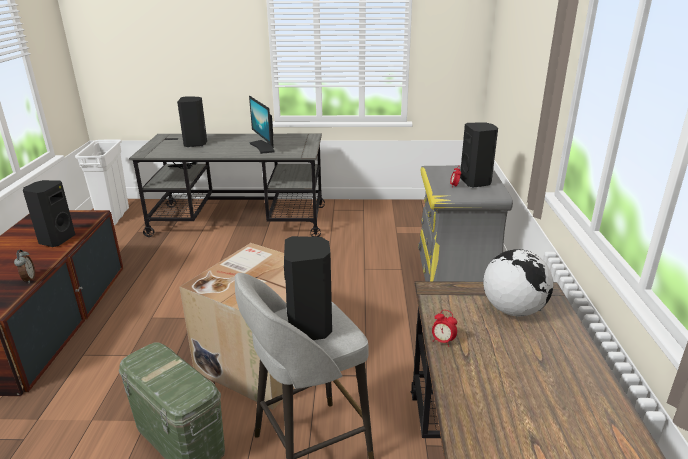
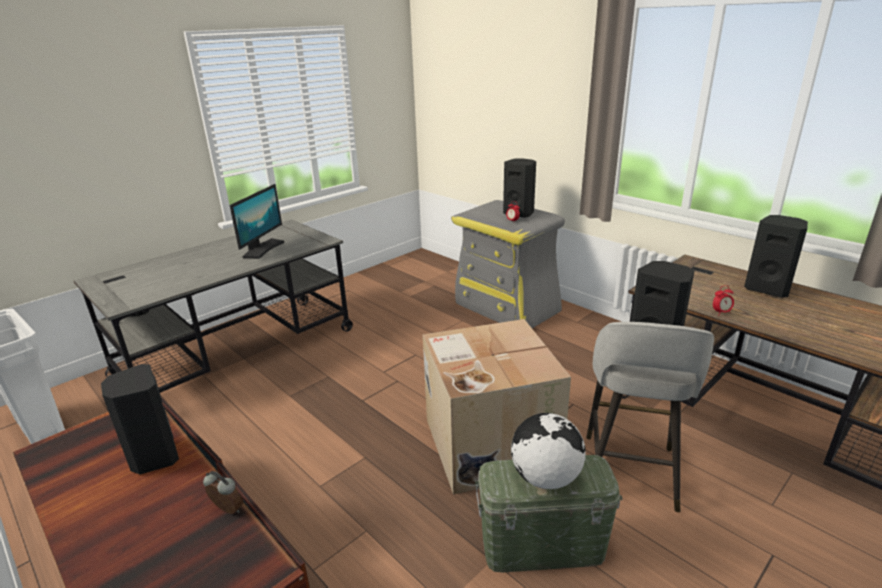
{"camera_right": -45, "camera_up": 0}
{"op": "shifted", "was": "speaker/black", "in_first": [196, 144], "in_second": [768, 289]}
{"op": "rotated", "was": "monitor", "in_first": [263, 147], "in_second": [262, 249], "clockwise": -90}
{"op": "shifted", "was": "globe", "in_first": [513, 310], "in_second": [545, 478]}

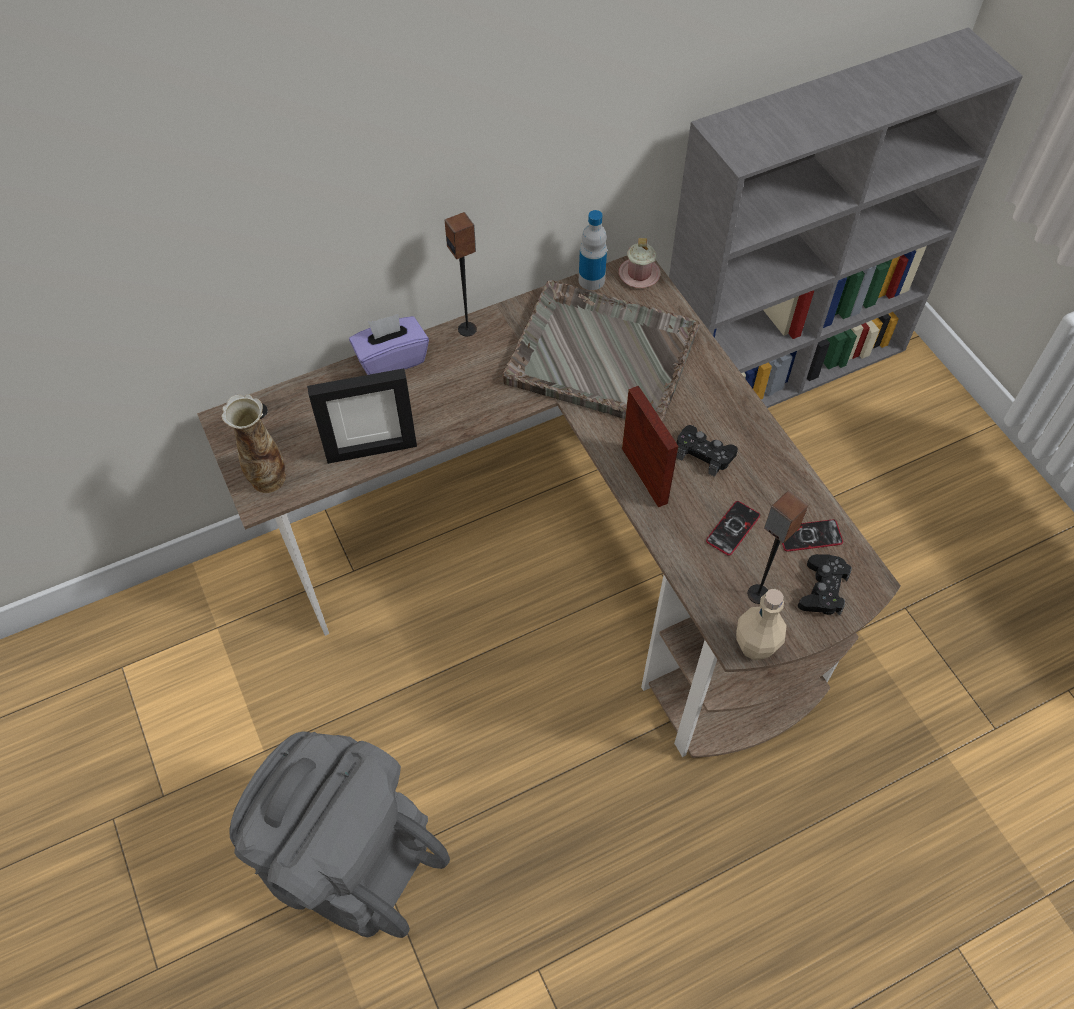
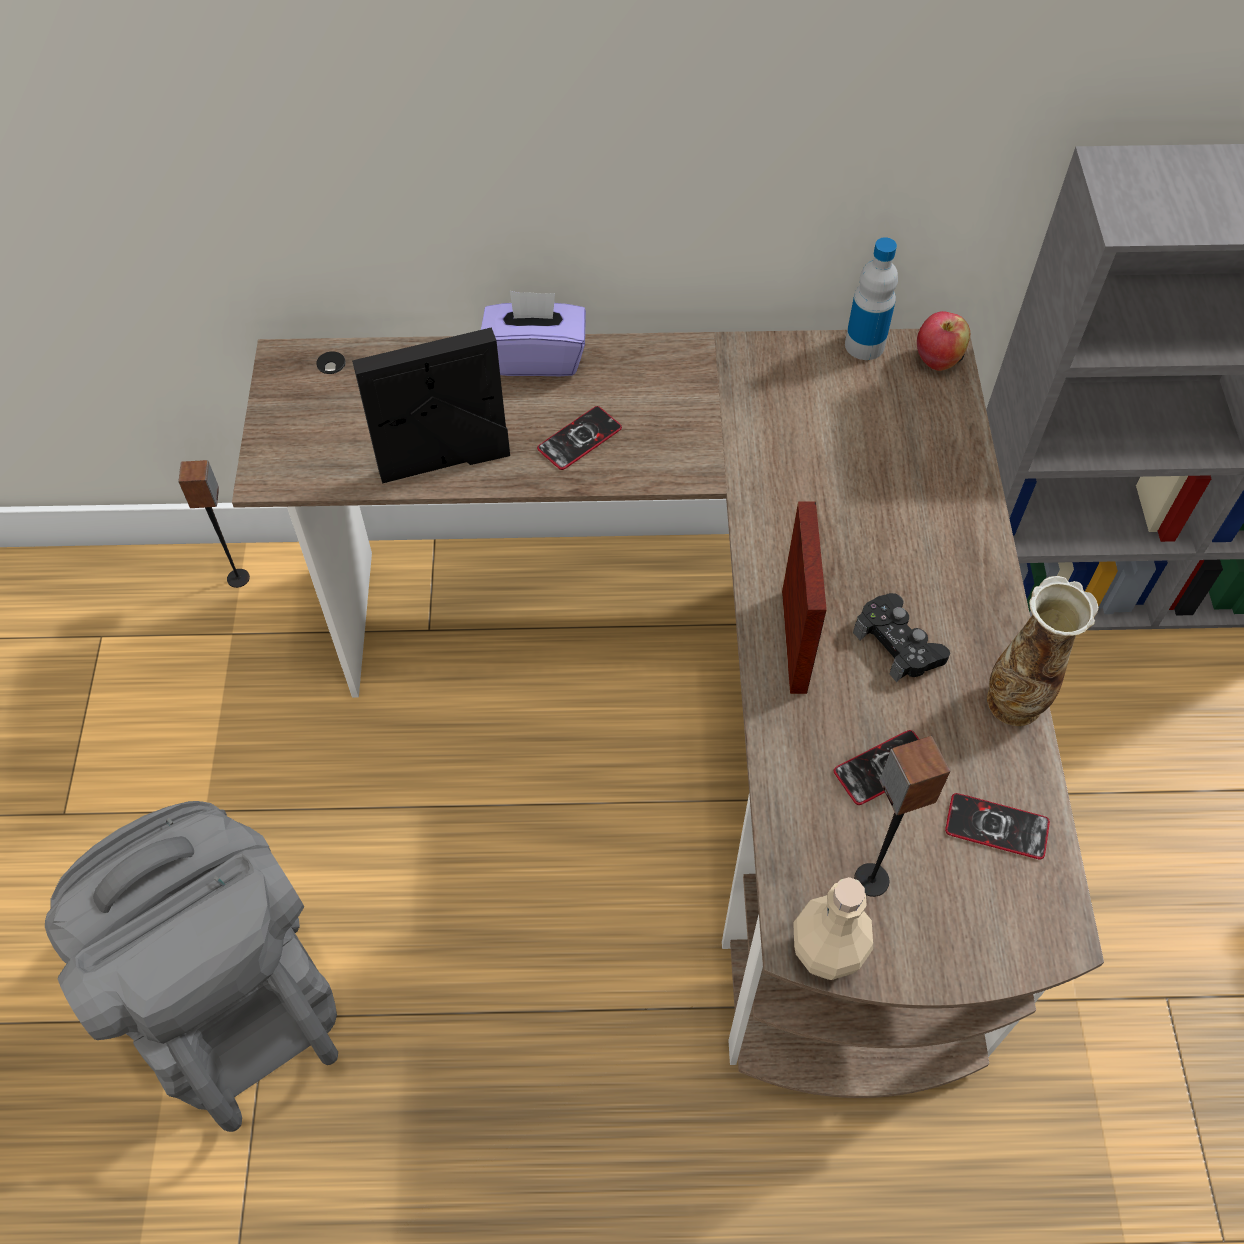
{"camera_right": 25, "camera_up": 0}
{"op": "shifted", "was": "vase", "in_first": [268, 479], "in_second": [1013, 703]}
{"op": "rotated", "was": "picture frame", "in_first": [371, 448], "in_second": [444, 463], "clockwise": 150}
{"op": "shifted", "was": "speaker", "in_first": [467, 329], "in_second": [238, 578]}
{"op": "gone", "was": "tray/grey", "in_first": [600, 355]}
{"op": "swapped", "was": "mug/pink", "now": "apple", "in_first": [639, 274], "in_second": [937, 359]}
{"op": "gone", "was": "game controller/black", "in_first": [823, 589]}
{"op": "new", "now": "phone", "in_second": [579, 439]}

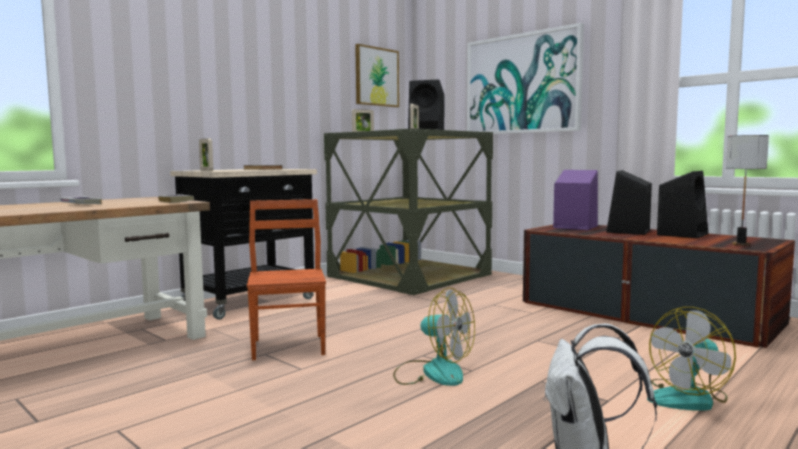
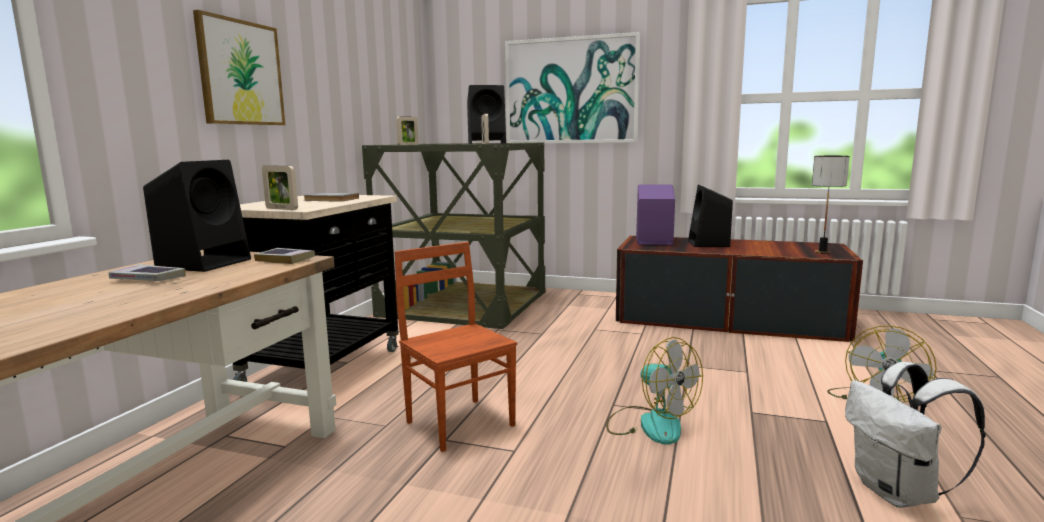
{"camera_right": -25, "camera_up": 5}
{"op": "shifted", "was": "picture", "in_first": [376, 77], "in_second": [240, 73]}
{"op": "rotated", "was": "fan", "in_first": [433, 372], "in_second": [650, 424], "clockwise": 45}
{"op": "shifted", "was": "speaker/black", "in_first": [682, 234], "in_second": [205, 263]}

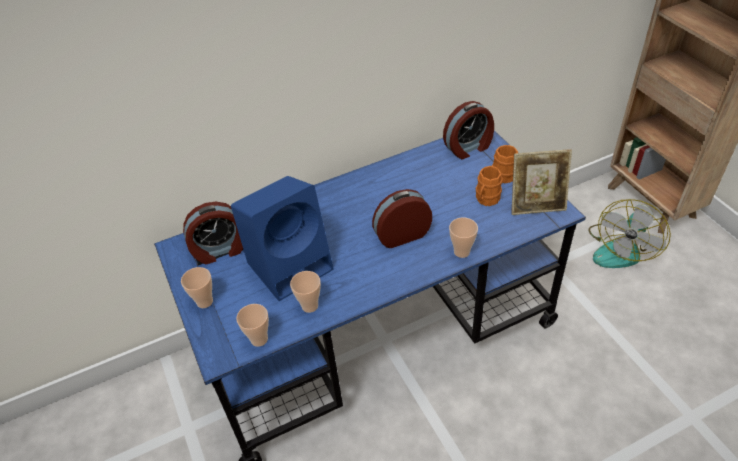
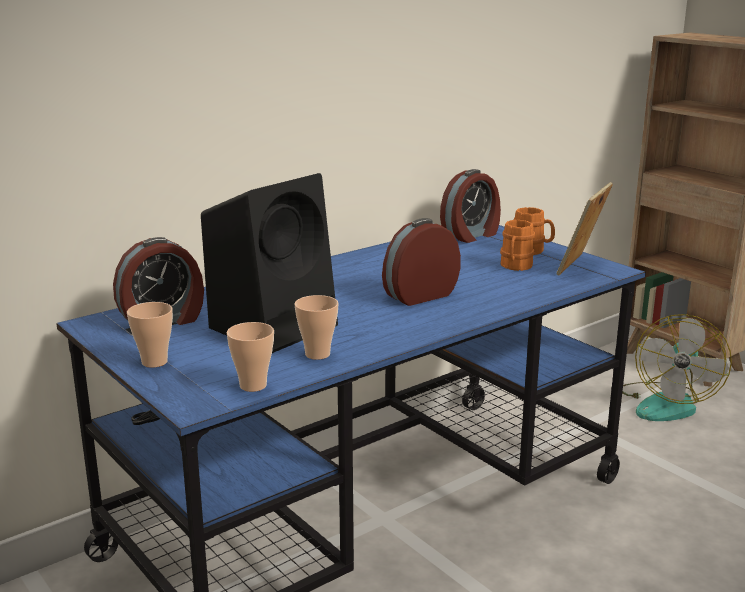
{"camera_right": -15, "camera_up": -25}
{"op": "repainted", "was": "speaker/blue", "now": "speaker/black", "in_first": [291, 264], "in_second": [275, 325]}
{"op": "gone", "was": "cup", "in_first": [461, 252]}
{"op": "rotated", "was": "picture frame", "in_first": [536, 205], "in_second": [581, 267], "clockwise": 135}

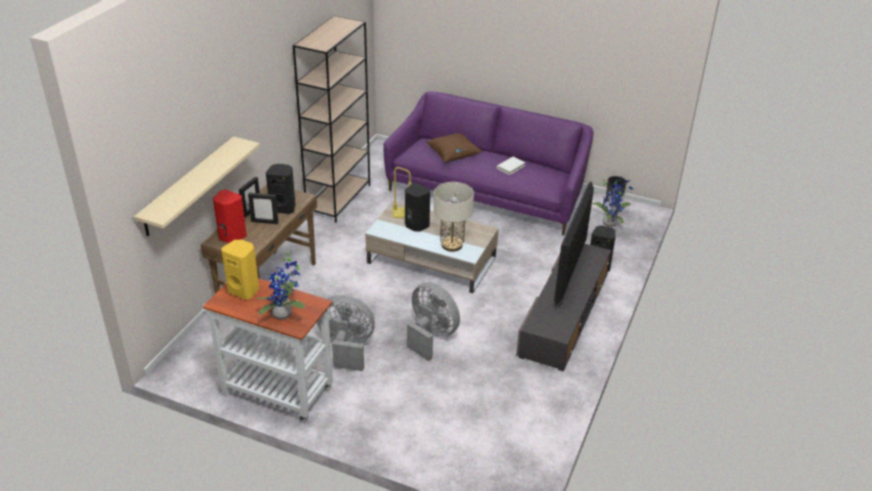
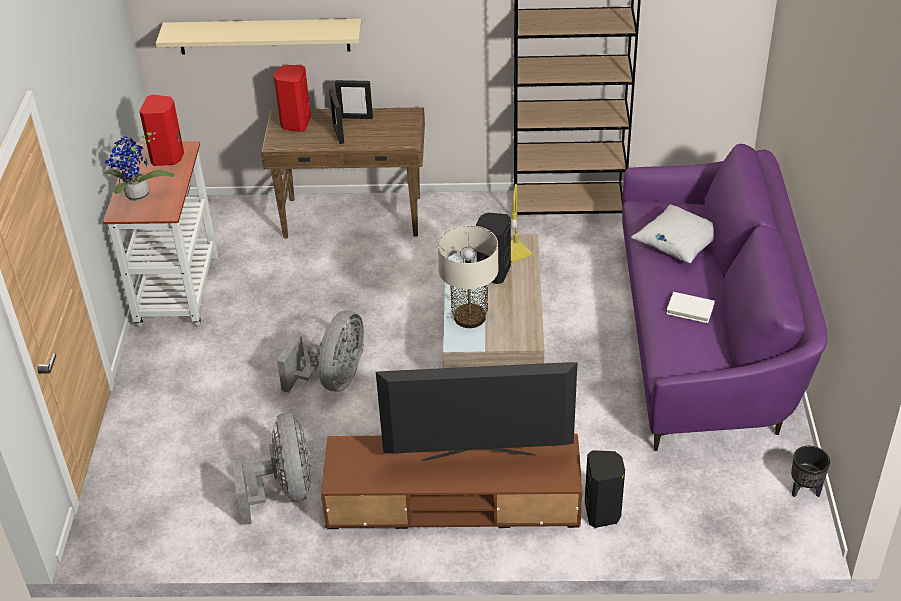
{"camera_right": 70, "camera_up": 5}
{"op": "repainted", "was": "speaker/yellow", "now": "speaker/red", "in_first": [244, 290], "in_second": [168, 157]}
{"op": "gone", "was": "speaker/black", "in_first": [283, 208]}
{"op": "shifted", "was": "fan/grey", "in_first": [346, 348], "in_second": [285, 490]}
{"op": "repainted", "was": "pillow/brown", "now": "pillow/grey", "in_first": [453, 154], "in_second": [678, 243]}
{"op": "repainted", "was": "tv stand/grey", "now": "tv stand/brown", "in_first": [563, 314], "in_second": [453, 499]}
{"op": "gone", "was": "potted plant", "in_first": [610, 222]}

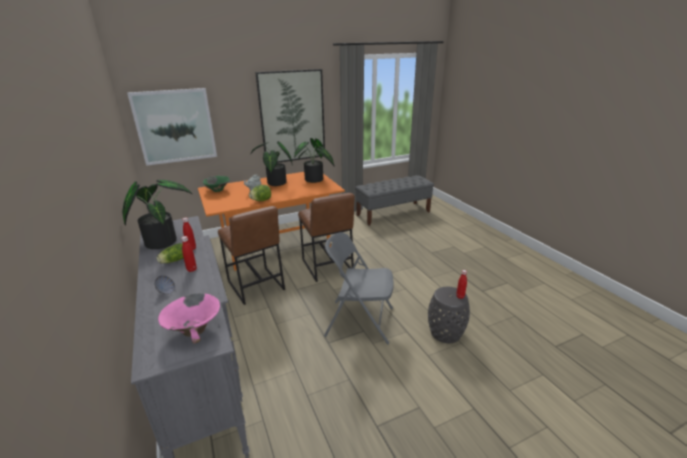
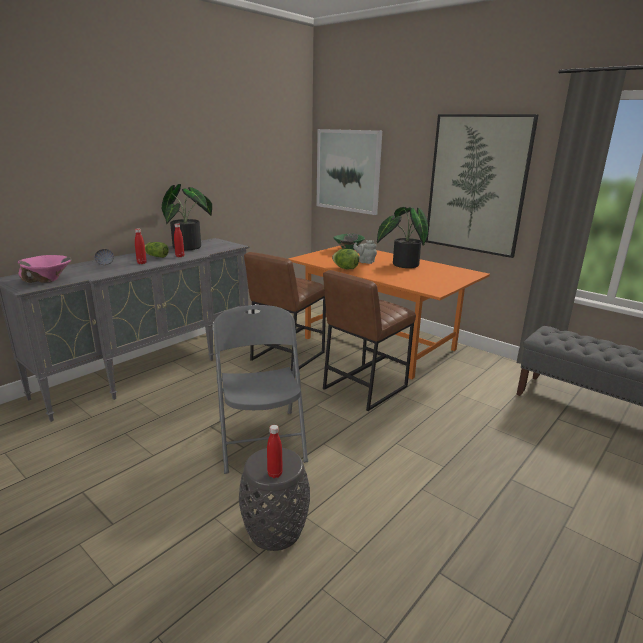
{"camera_right": 65, "camera_up": -5}
{"op": "gone", "was": "potted plant", "in_first": [315, 180]}

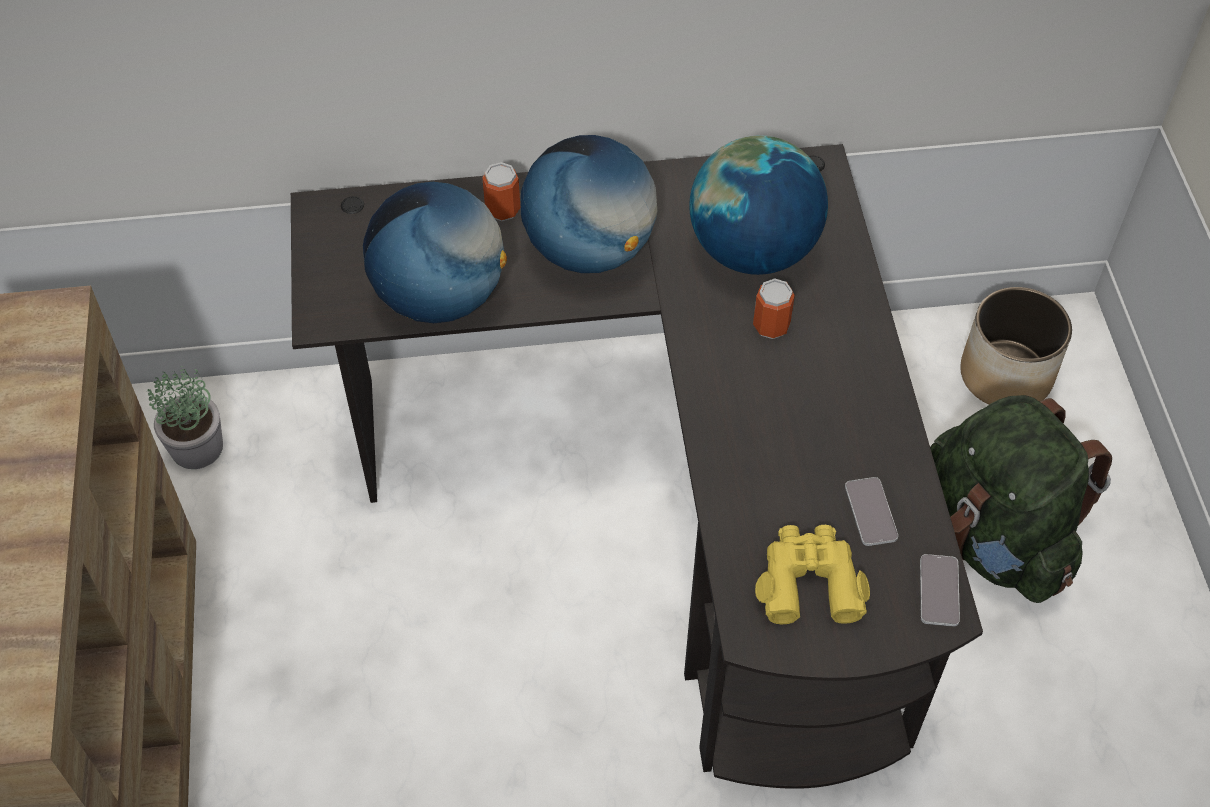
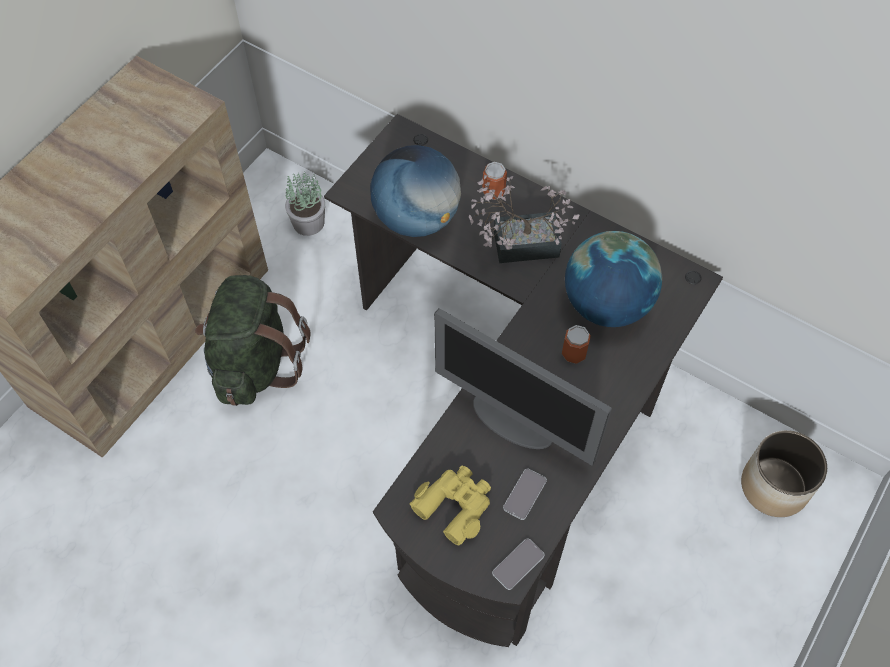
{"camera_right": 40, "camera_up": 5}
{"op": "swapped", "was": "globe", "now": "potted plant", "in_first": [589, 250], "in_second": [517, 244]}
{"op": "shifted", "was": "backpack/green", "in_first": [994, 538], "in_second": [255, 363]}
{"op": "new", "now": "monitor", "in_second": [513, 421]}

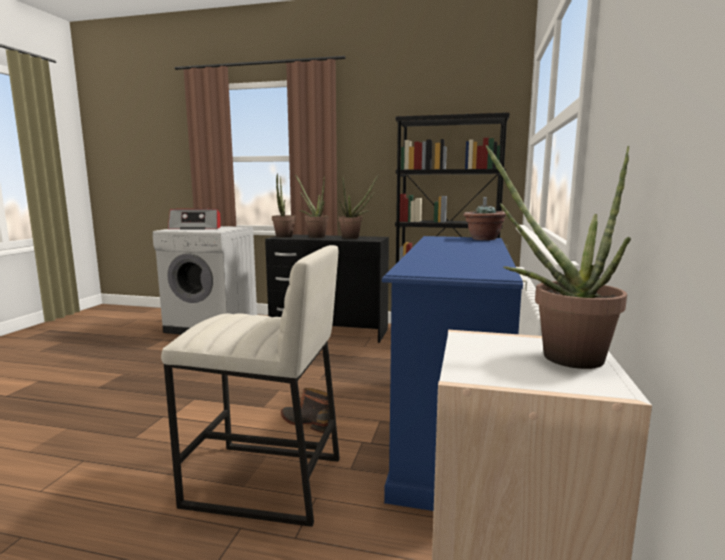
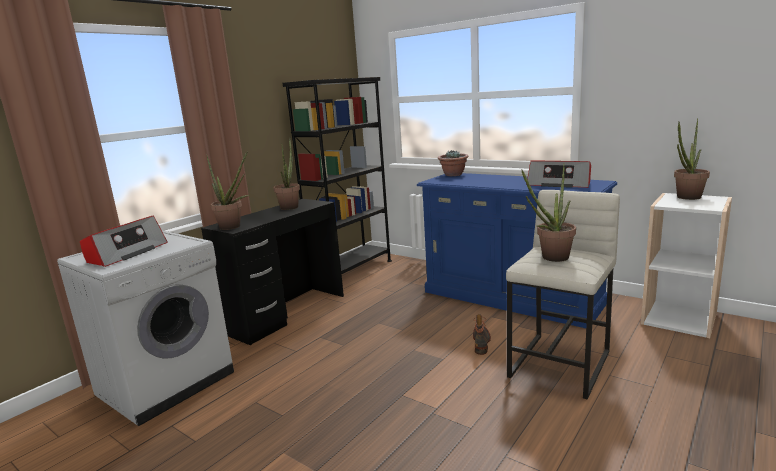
{"camera_right": -65, "camera_up": 5}
{"op": "rotated", "was": "boot", "in_first": [307, 422], "in_second": [481, 342], "clockwise": 135}
{"op": "shifted", "was": "potted plant", "in_first": [314, 236], "in_second": [550, 258]}
{"op": "new", "now": "radio", "in_second": [559, 184]}

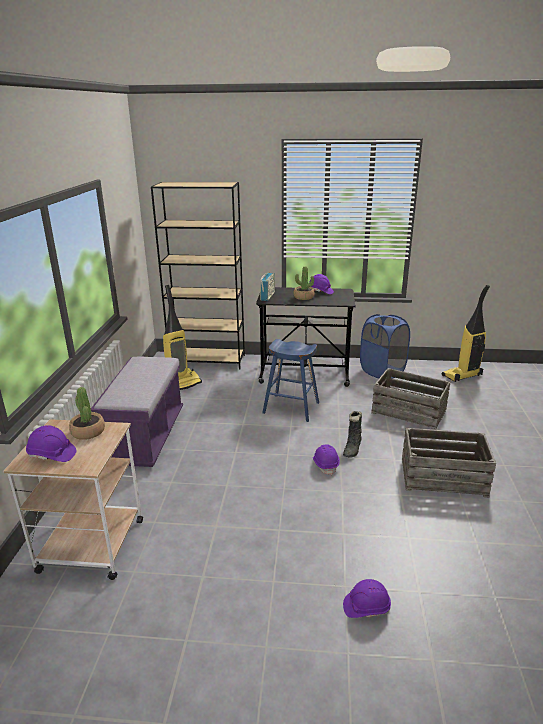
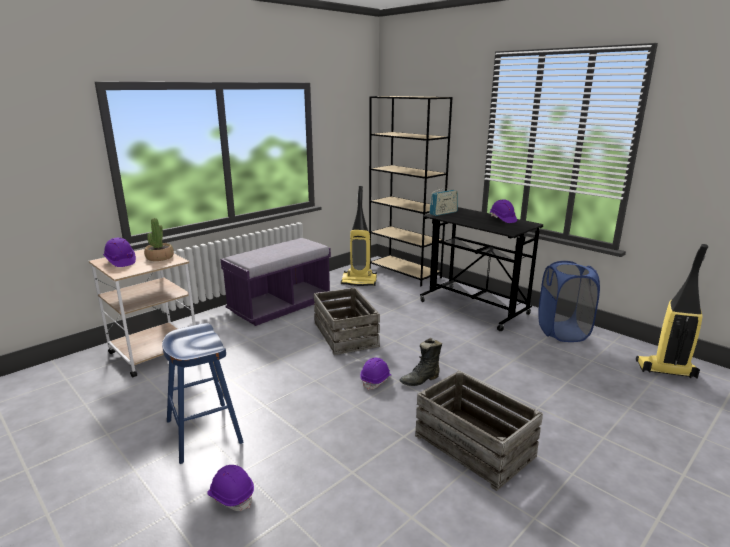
{"camera_right": 40, "camera_up": -5}
{"op": "shifted", "was": "stool/blue", "in_first": [291, 408], "in_second": [204, 432]}
{"op": "gone", "was": "potted plant", "in_first": [303, 297]}
{"op": "shifted", "was": "crate", "in_first": [408, 412], "in_second": [345, 335]}

